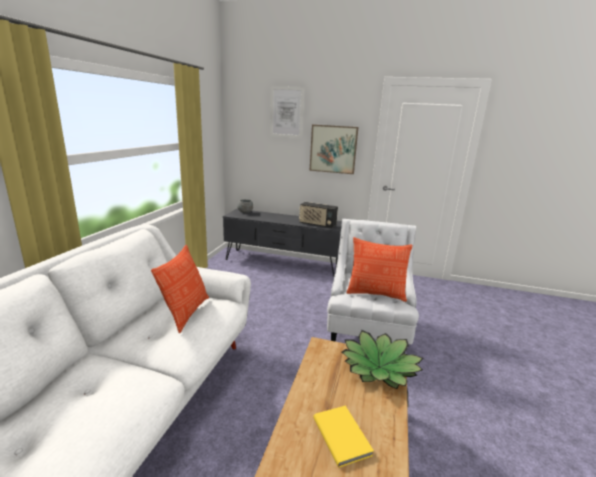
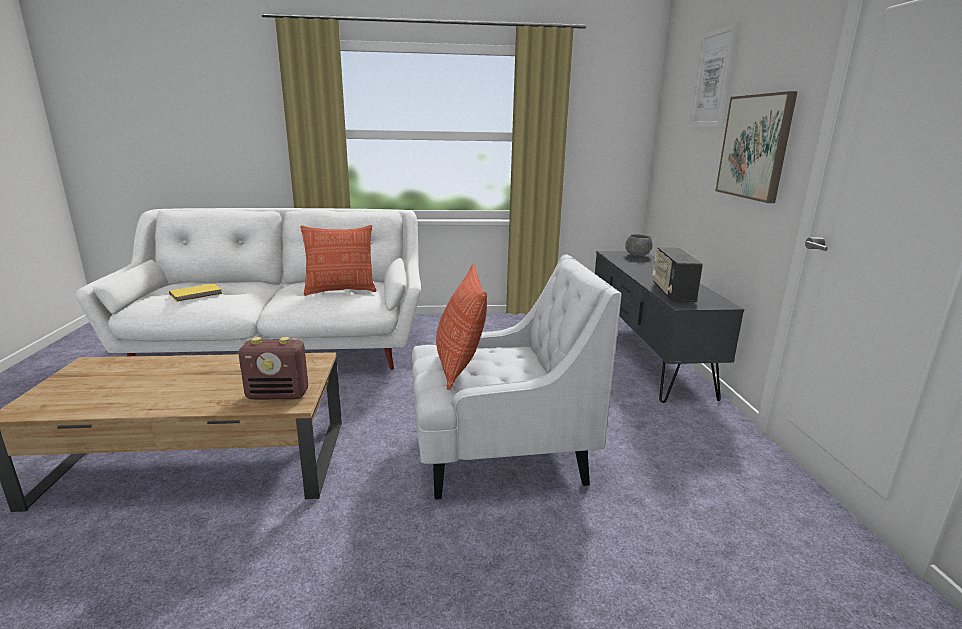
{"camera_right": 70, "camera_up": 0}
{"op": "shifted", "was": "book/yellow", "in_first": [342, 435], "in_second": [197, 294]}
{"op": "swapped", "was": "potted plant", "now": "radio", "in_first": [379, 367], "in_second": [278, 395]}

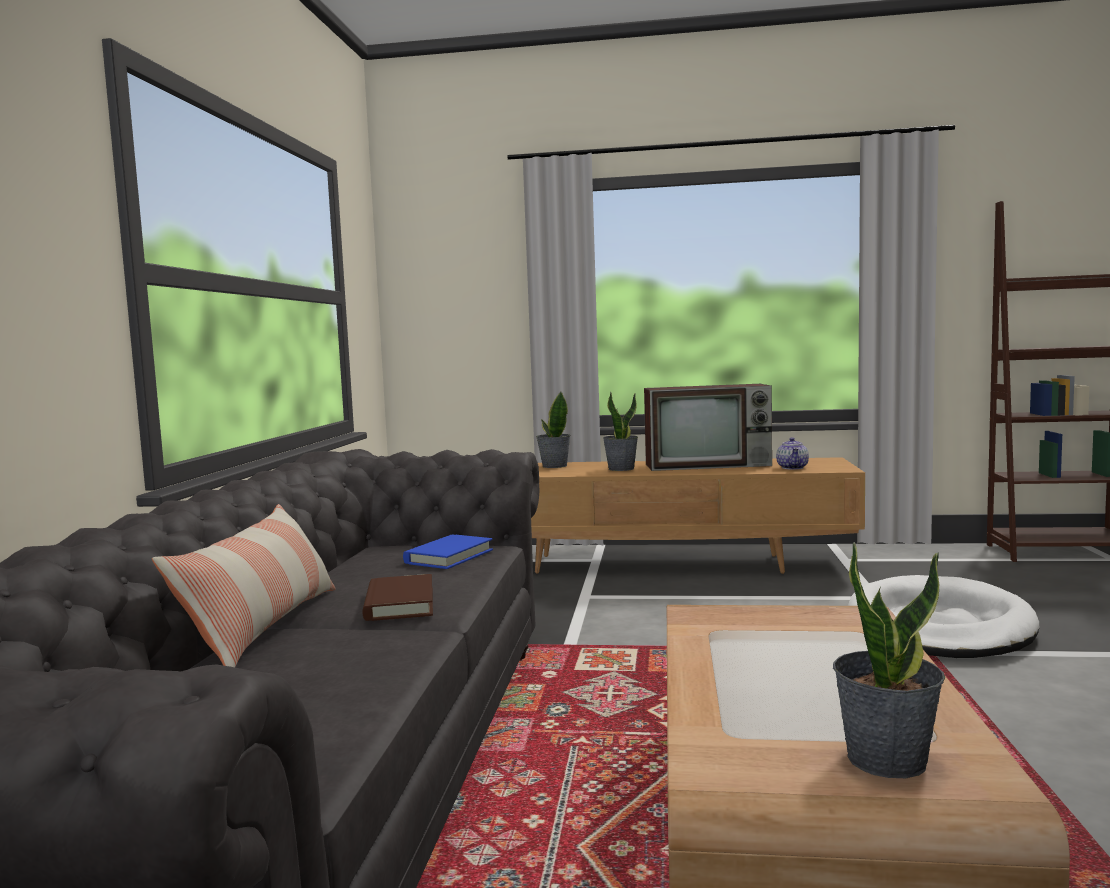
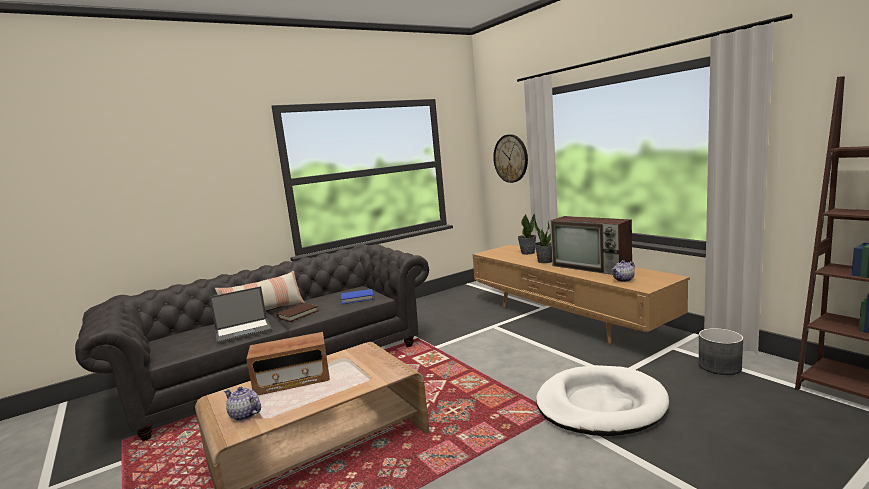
{"camera_right": 50, "camera_up": 5}
{"op": "swapped", "was": "potted plant", "now": "teapot", "in_first": [885, 758], "in_second": [244, 415]}
{"op": "new", "now": "laptop", "in_second": [244, 331]}
{"op": "new", "now": "radio", "in_second": [292, 381]}
{"op": "new", "now": "wall clock", "in_second": [511, 158]}
{"op": "new", "now": "planter/grey", "in_second": [719, 366]}

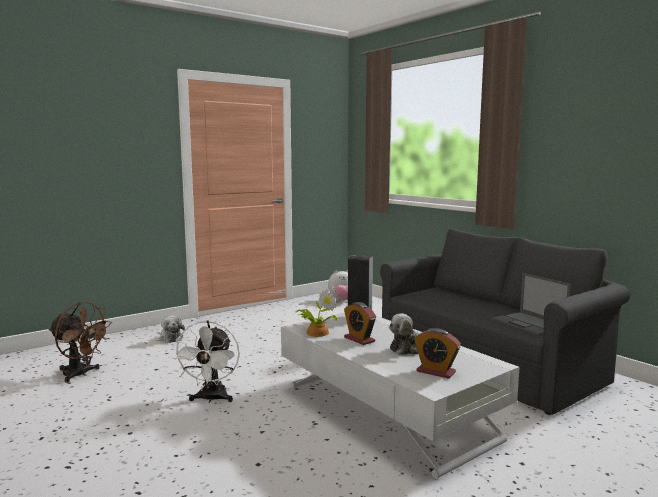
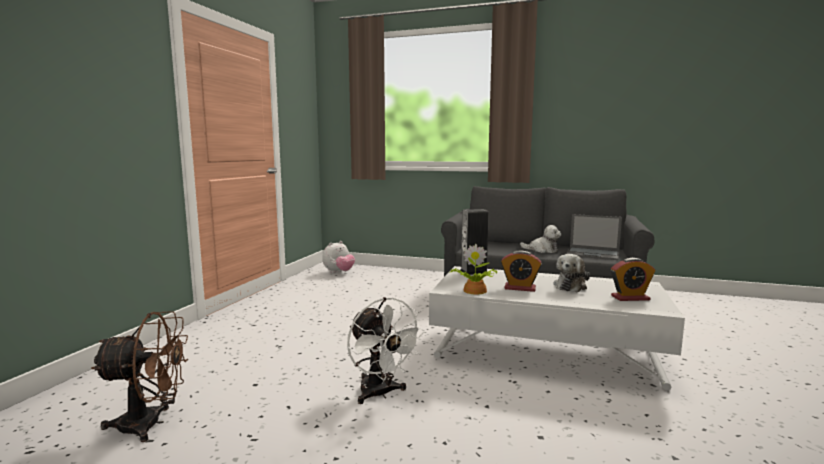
{"camera_right": -35, "camera_up": 0}
{"op": "shifted", "was": "plush toy", "in_first": [170, 338], "in_second": [542, 250]}

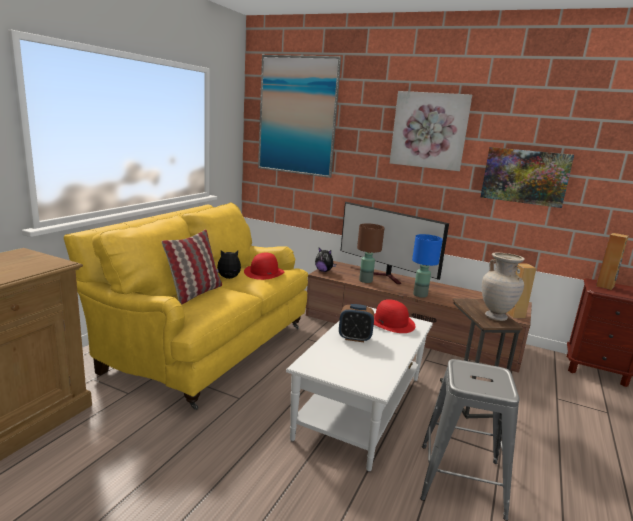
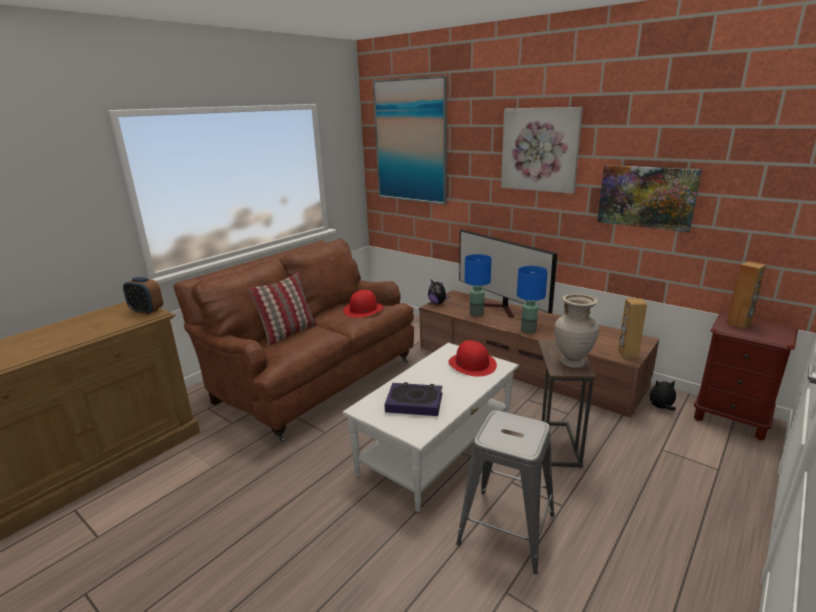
{"camera_right": 15, "camera_up": 5}
{"op": "repainted", "was": "sofa/yellow", "now": "sofa/brown", "in_first": [203, 345], "in_second": [311, 378]}
{"op": "shifted", "was": "plush toy", "in_first": [228, 278], "in_second": [661, 408]}
{"op": "shifted", "was": "alarm clock", "in_first": [354, 338], "in_second": [146, 311]}
{"op": "repainted", "was": "table lamp/brown", "now": "table lamp/blue", "in_first": [365, 280], "in_second": [476, 314]}
{"op": "new", "now": "book", "in_second": [414, 403]}

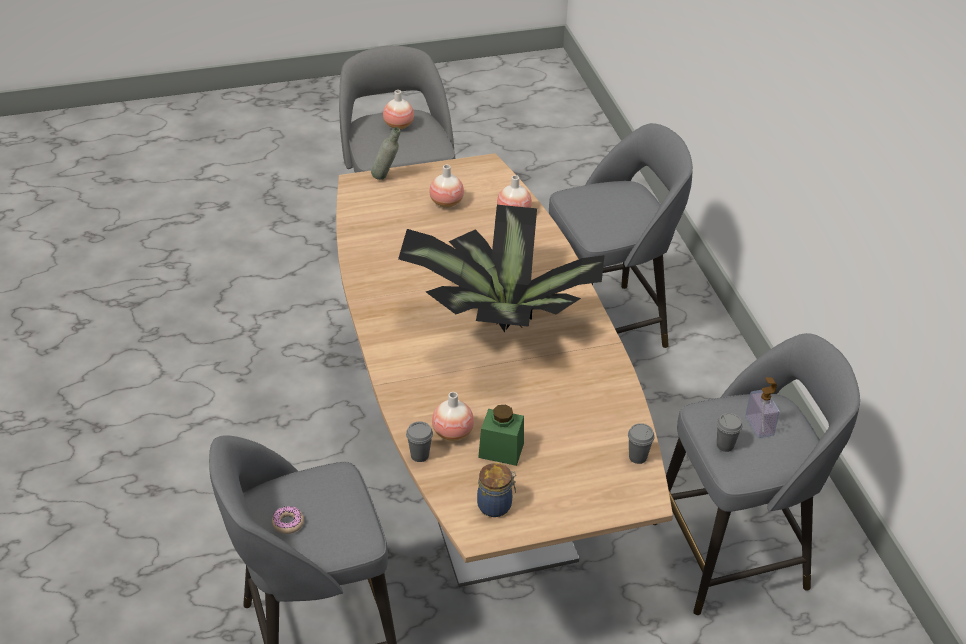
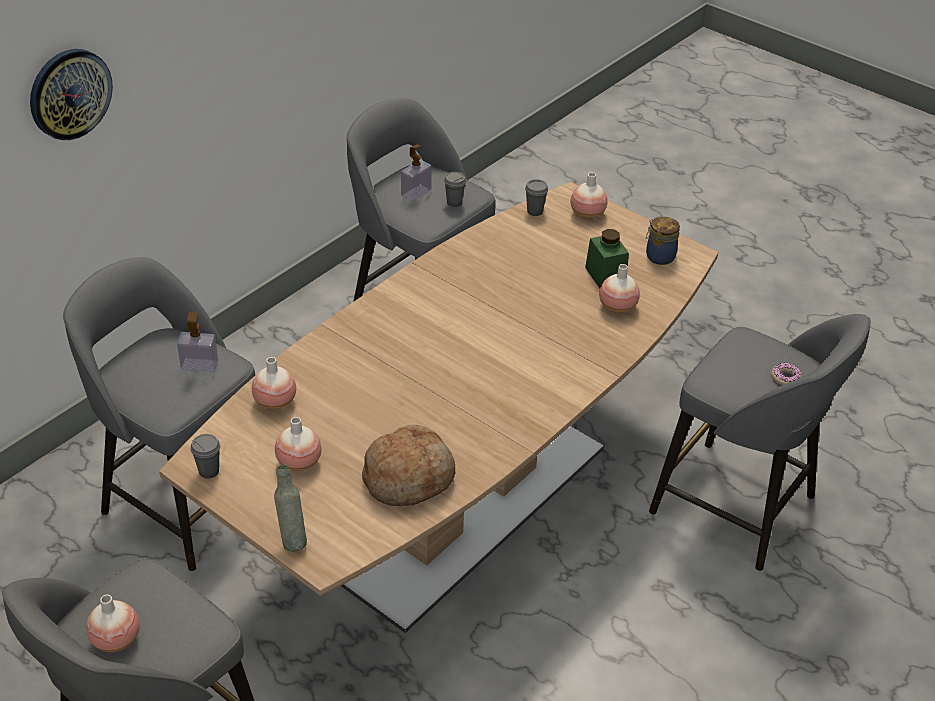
{"camera_right": -125, "camera_up": 0}
{"op": "gone", "was": "potted plant", "in_first": [498, 322]}
{"op": "shifted", "was": "cup/grey", "in_first": [419, 455], "in_second": [209, 471]}
{"op": "new", "now": "wall clock", "in_second": [70, 93]}
{"op": "new", "now": "soap dispenser", "in_second": [199, 365]}
{"op": "new", "now": "bread", "in_second": [408, 477]}
{"op": "new", "now": "vase", "in_second": [587, 214]}

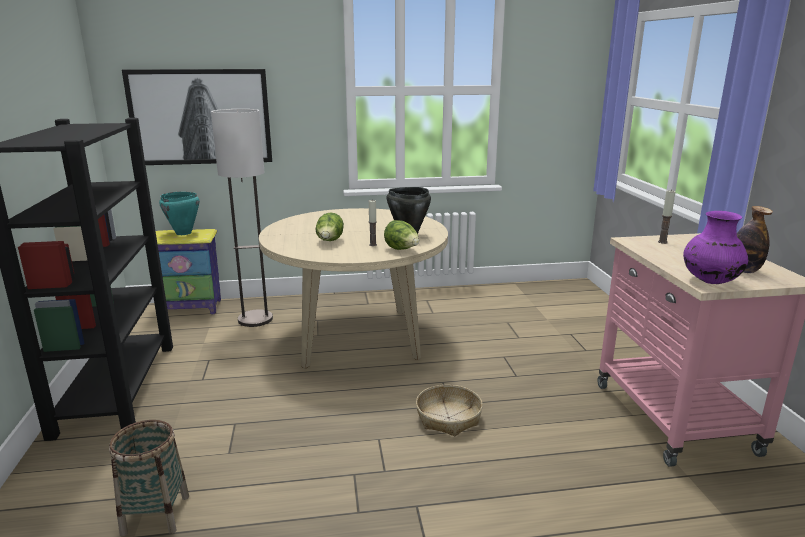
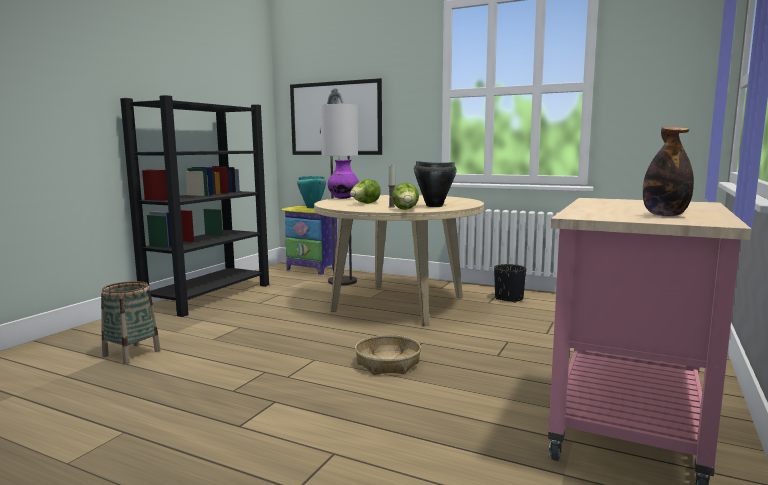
{"camera_right": 35, "camera_up": -10}
{"op": "gone", "was": "candle", "in_first": [662, 242]}
{"op": "shifted", "was": "vase/purple", "in_first": [709, 281], "in_second": [343, 198]}
{"op": "new", "now": "planter/black", "in_second": [508, 299]}

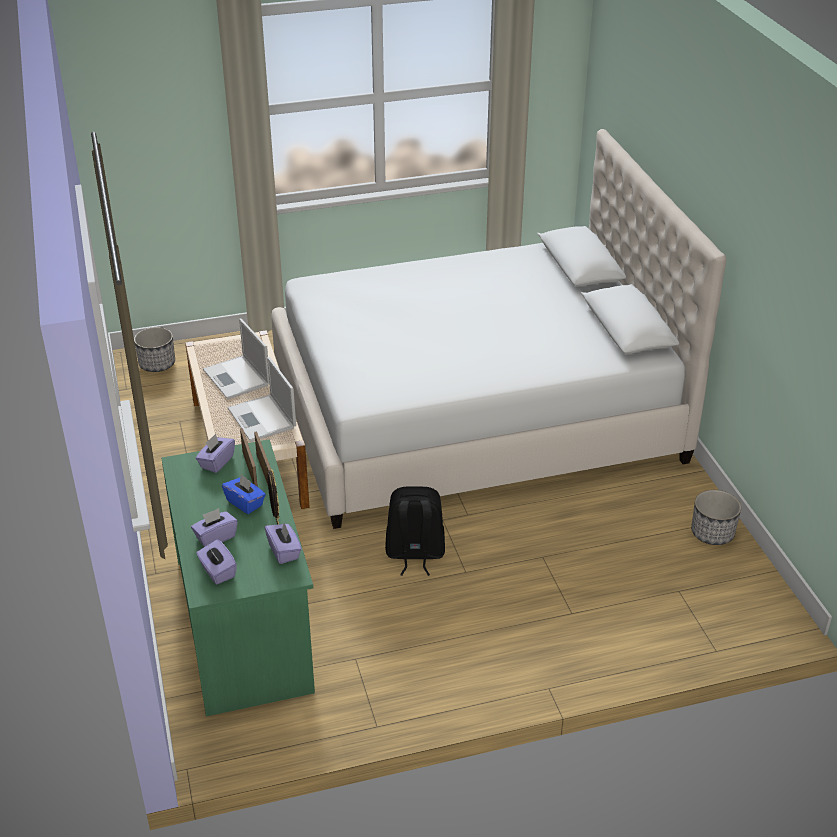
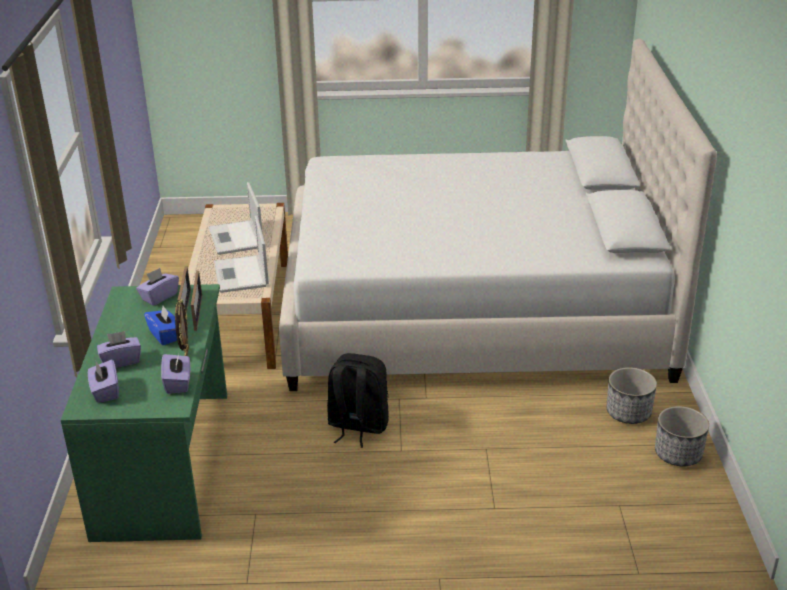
{"camera_right": 15, "camera_up": -5}
{"op": "shifted", "was": "planter", "in_first": [157, 364], "in_second": [628, 413]}

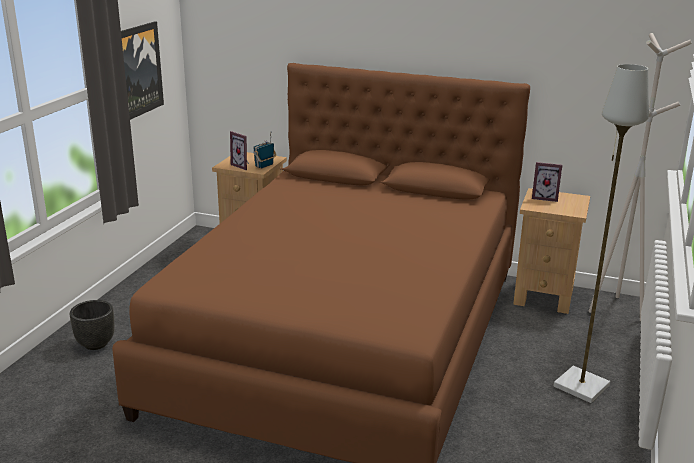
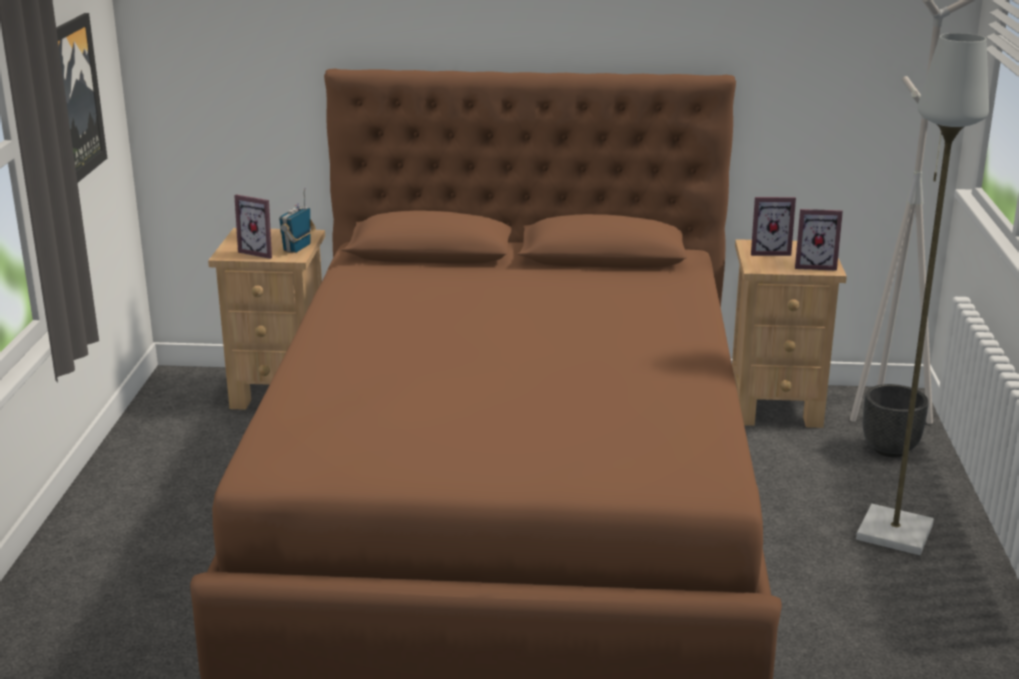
{"camera_right": -15, "camera_up": 0}
{"op": "shifted", "was": "planter/black", "in_first": [96, 344], "in_second": [890, 449]}
{"op": "new", "now": "picture frame", "in_second": [814, 265]}

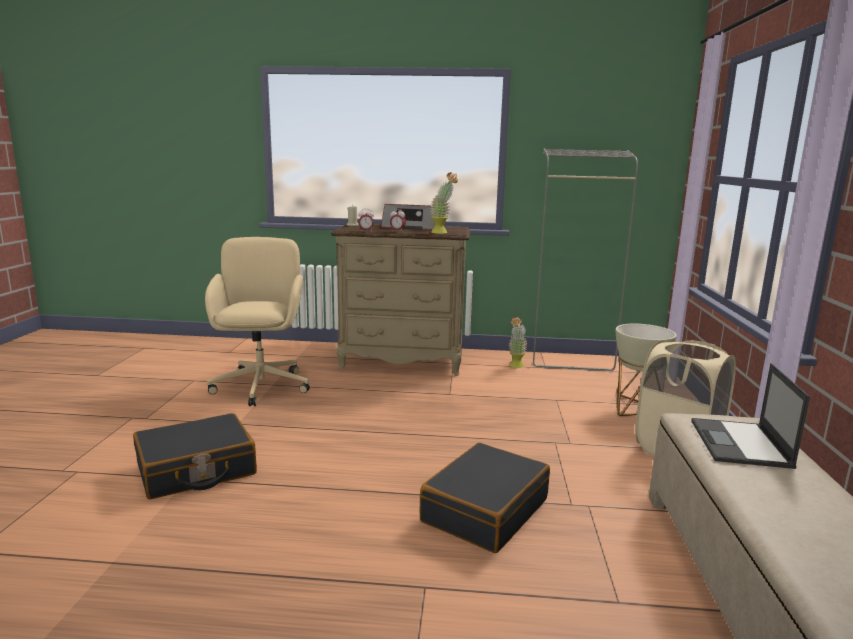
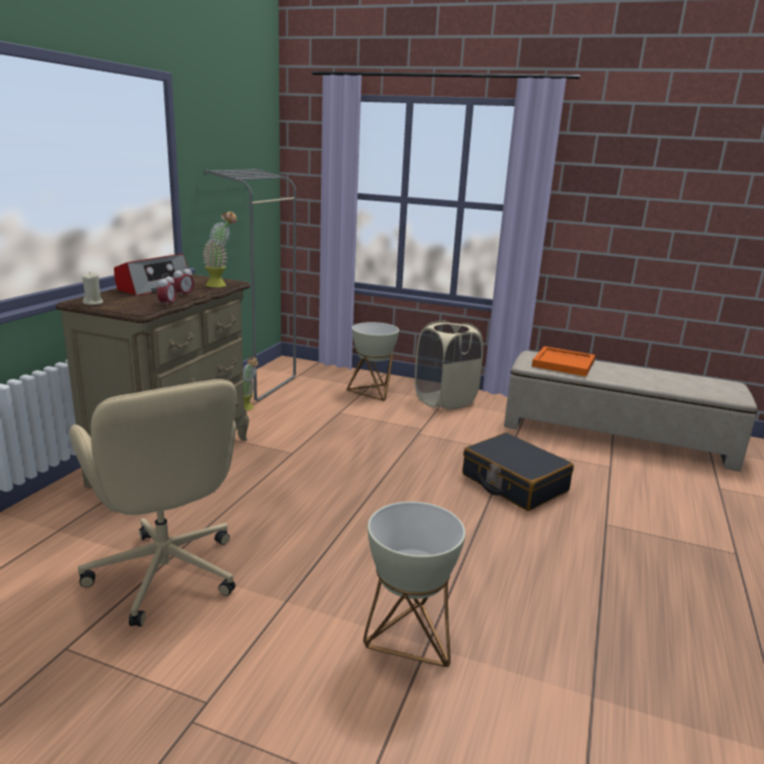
{"camera_right": -75, "camera_up": 5}
{"op": "swapped", "was": "suitcase/black", "now": "planter", "in_first": [196, 470], "in_second": [407, 638]}
{"op": "rotated", "was": "office chair/beige", "in_first": [262, 387], "in_second": [164, 574], "clockwise": -135}
{"op": "swapped", "was": "laptop", "now": "tray/orange", "in_first": [740, 444], "in_second": [564, 364]}

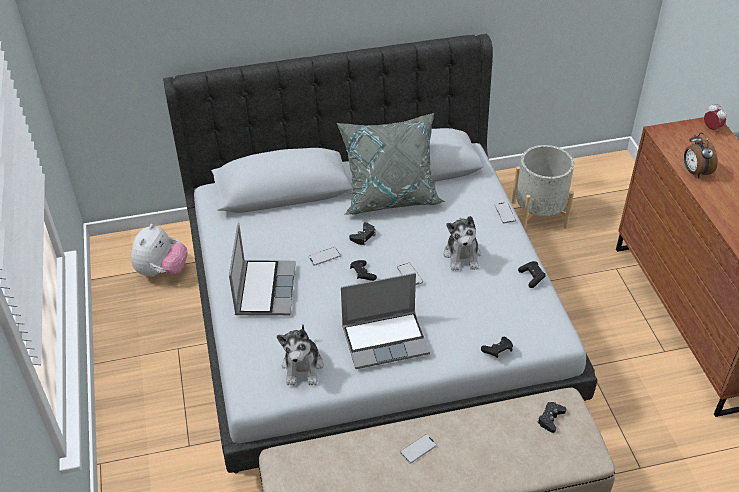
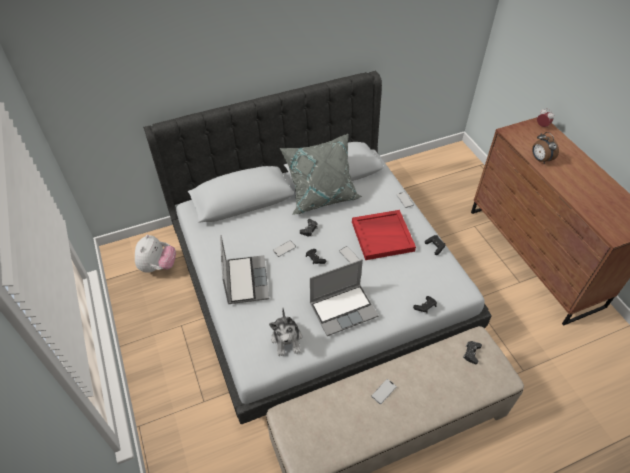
{"camera_right": -10, "camera_up": 5}
{"op": "swapped", "was": "plush toy", "now": "tray/red", "in_first": [462, 255], "in_second": [383, 236]}
{"op": "gone", "was": "planter/grey", "in_first": [539, 214]}

